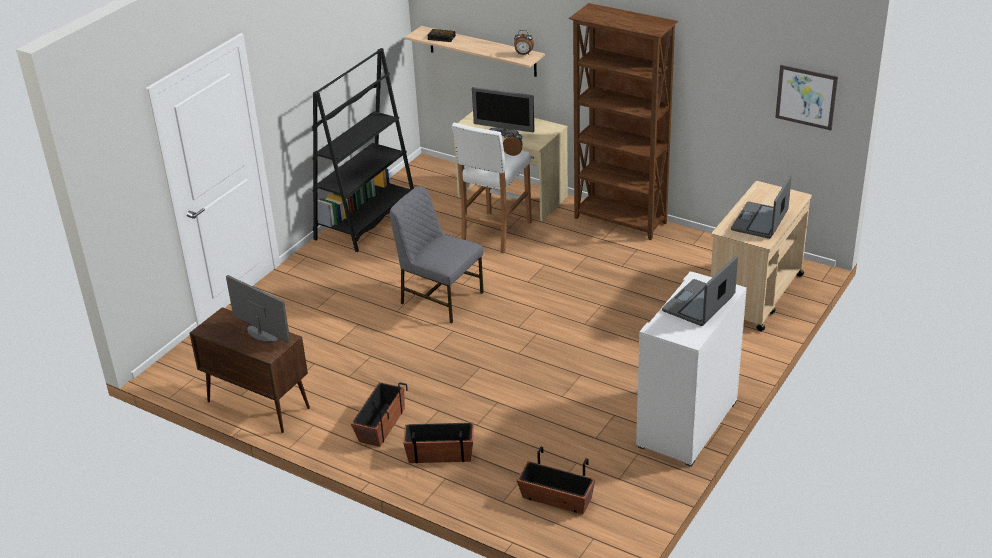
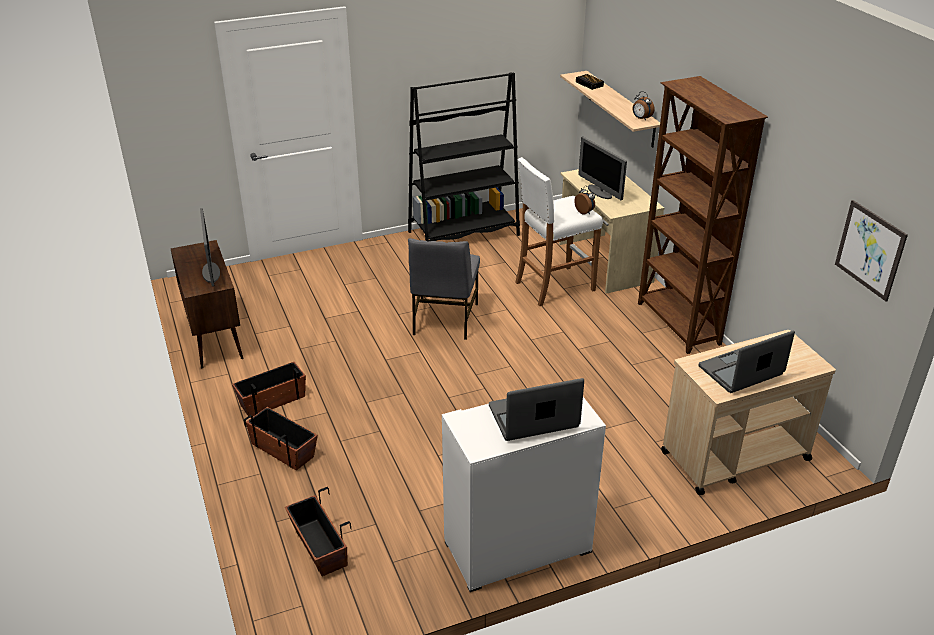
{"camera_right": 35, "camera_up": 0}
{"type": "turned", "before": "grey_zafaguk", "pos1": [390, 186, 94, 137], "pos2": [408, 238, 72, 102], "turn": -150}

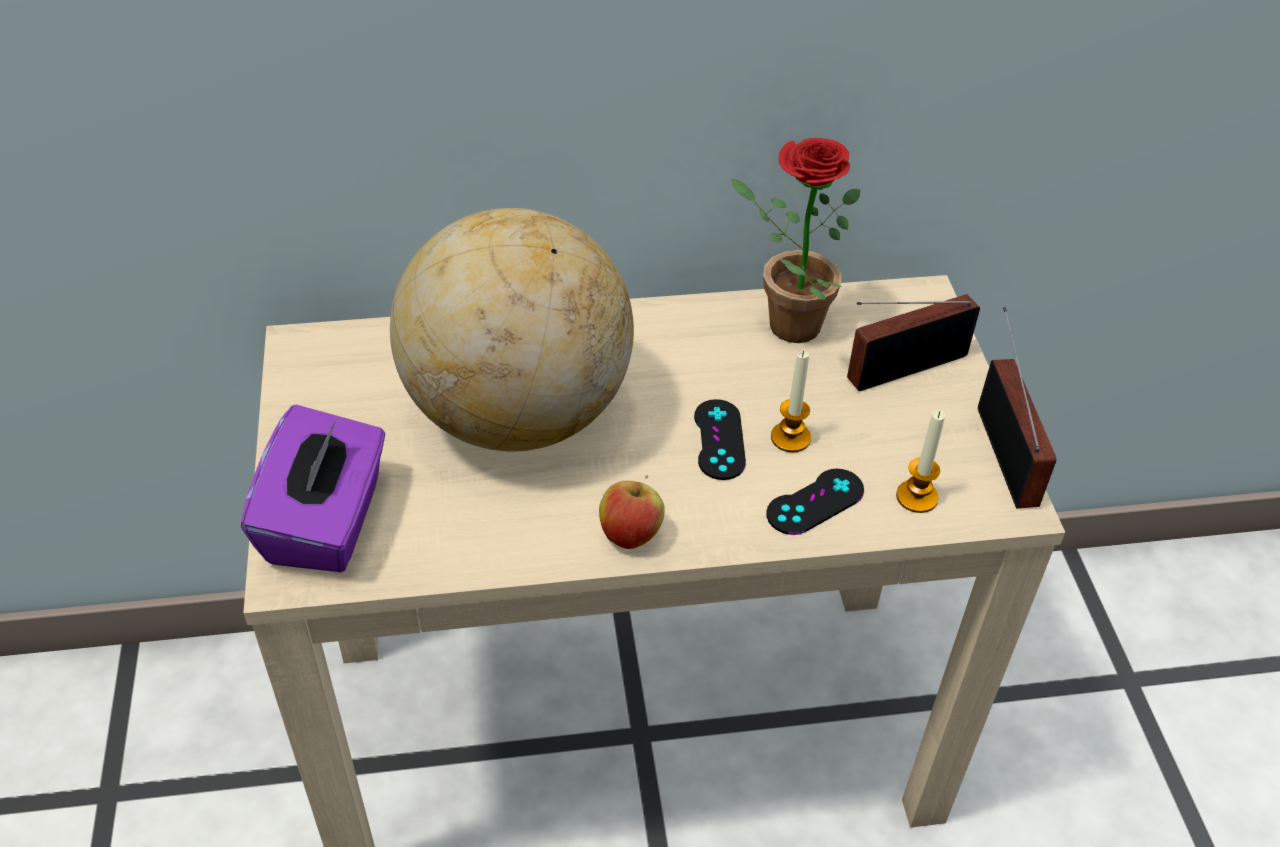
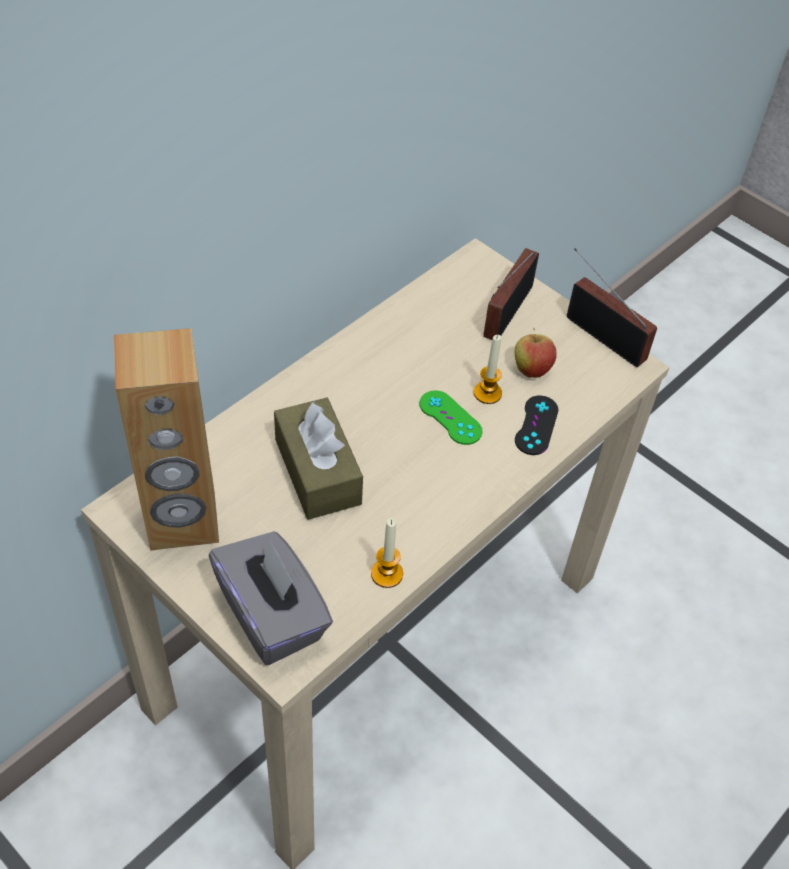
{"camera_right": -40, "camera_up": 5}
{"type": "removed", "before": "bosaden", "pos1": [731, 138, 130, 205]}
{"type": "added", "after": "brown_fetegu", "pos2": [114, 328, 105, 223]}
{"type": "moved", "before": "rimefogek", "pos1": [599, 475, 66, 74], "pos2": [514, 328, 43, 50]}
{"type": "moved", "before": "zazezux", "pos1": [896, 410, 49, 103], "pos2": [371, 518, 32, 70]}
{"type": "replaced", "before": "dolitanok", "after": "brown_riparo", "pos1": [390, 208, 244, 244], "pos2": [274, 398, 89, 122]}
{"type": "recoloured", "before": "purple_riparo", "after": "grey_riparo", "pos1": [241, 405, 144, 167], "pos2": [209, 531, 124, 134]}
{"type": "recoloured", "before": "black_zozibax", "after": "green_zozibax", "pos1": [694, 399, 52, 81], "pos2": [420, 390, 62, 55]}

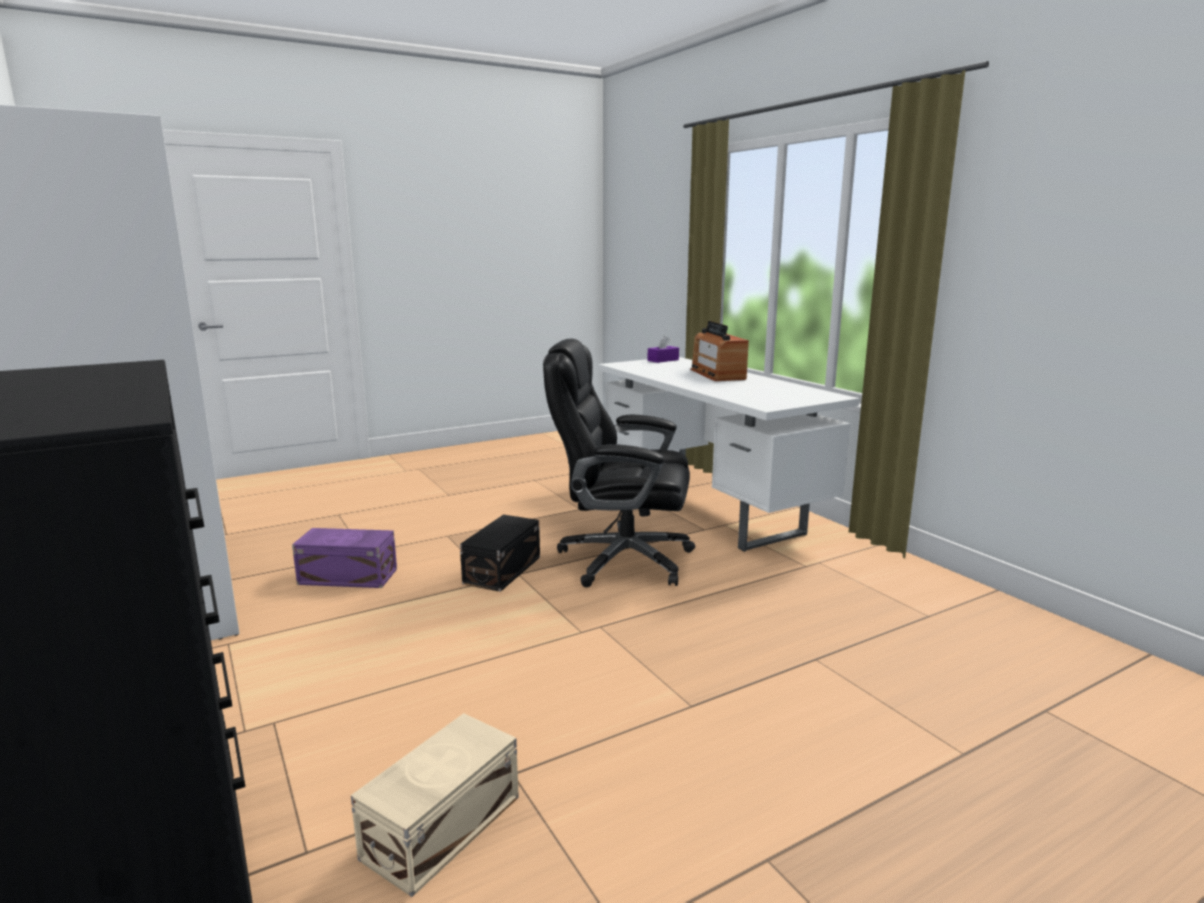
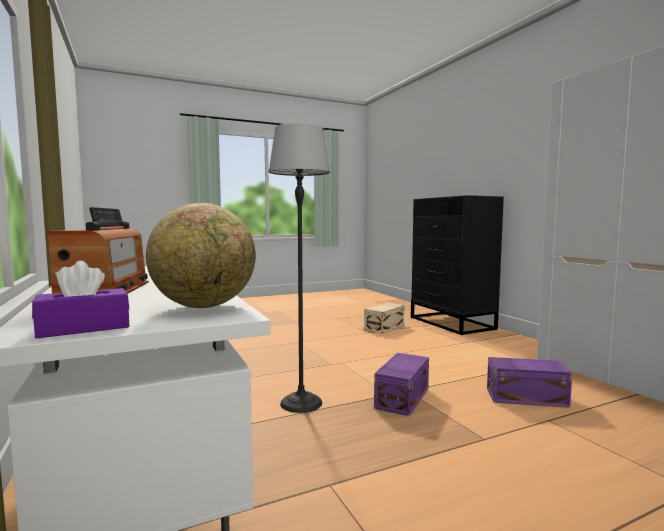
{"camera_right": -175, "camera_up": -10}
{"type": "added", "after": "dolitanok", "pos2": [146, 203, 110, 105]}
{"type": "replaced", "before": "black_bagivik", "after": "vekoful", "pos1": [543, 339, 152, 248], "pos2": [268, 123, 62, 290]}
{"type": "recoloured", "before": "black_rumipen", "after": "purple_rumipen", "pos1": [460, 515, 80, 77], "pos2": [374, 353, 55, 63]}

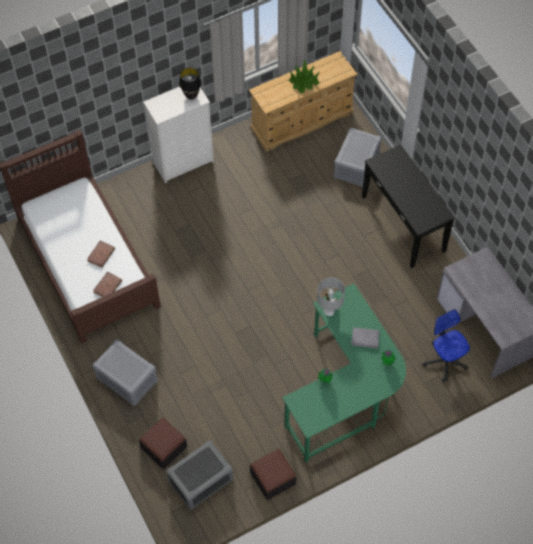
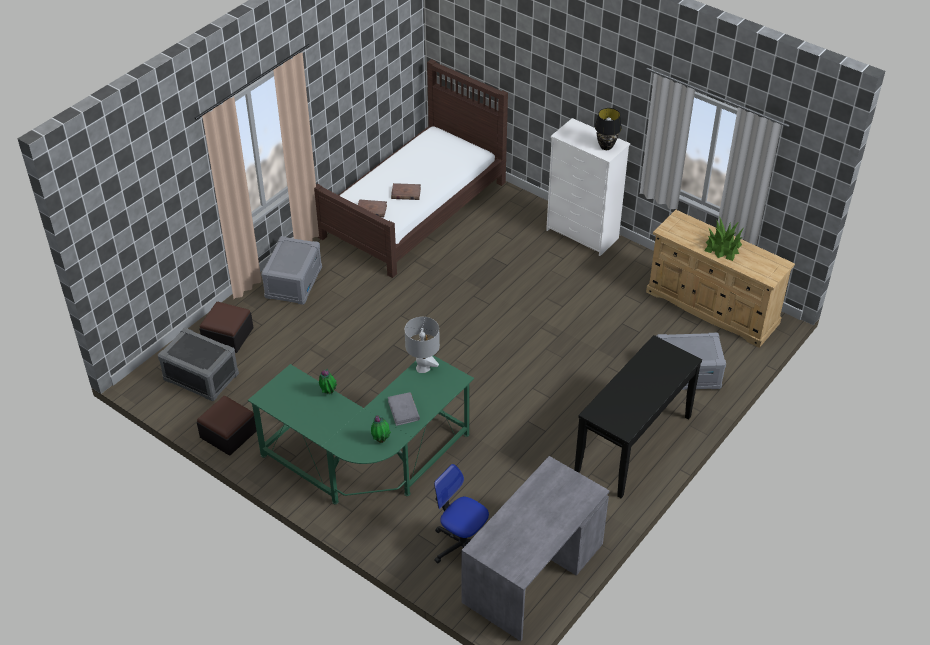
{"camera_right": 65, "camera_up": -15}
{"type": "turned", "before": "bagivik", "pos1": [422, 309, 48, 72], "pos2": [434, 464, 55, 99], "turn": -90}

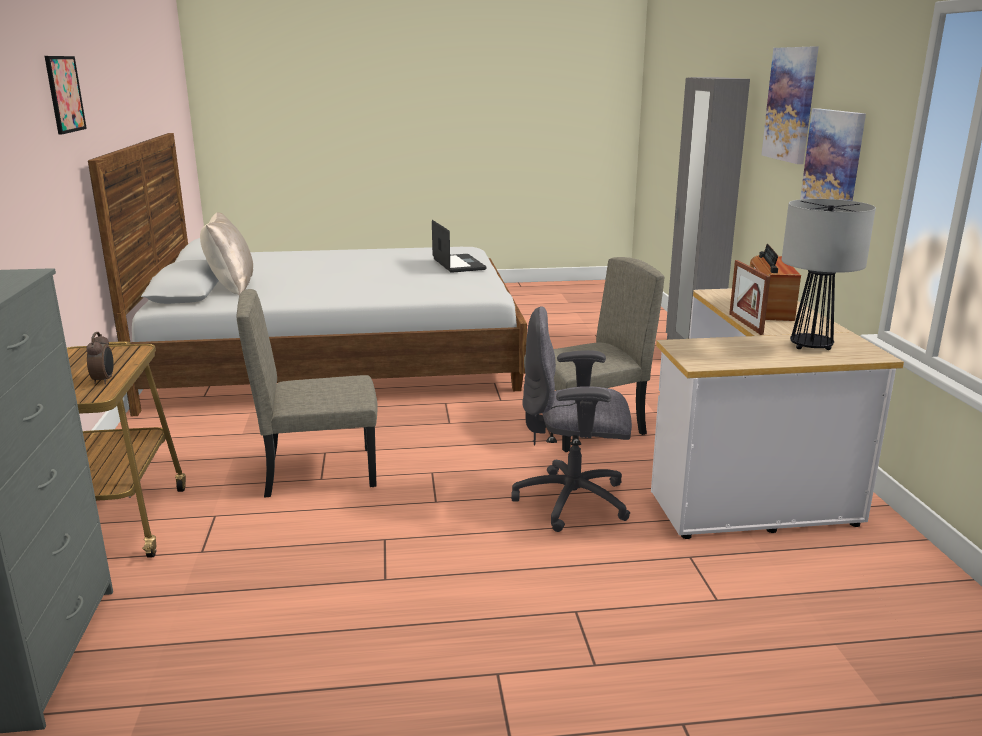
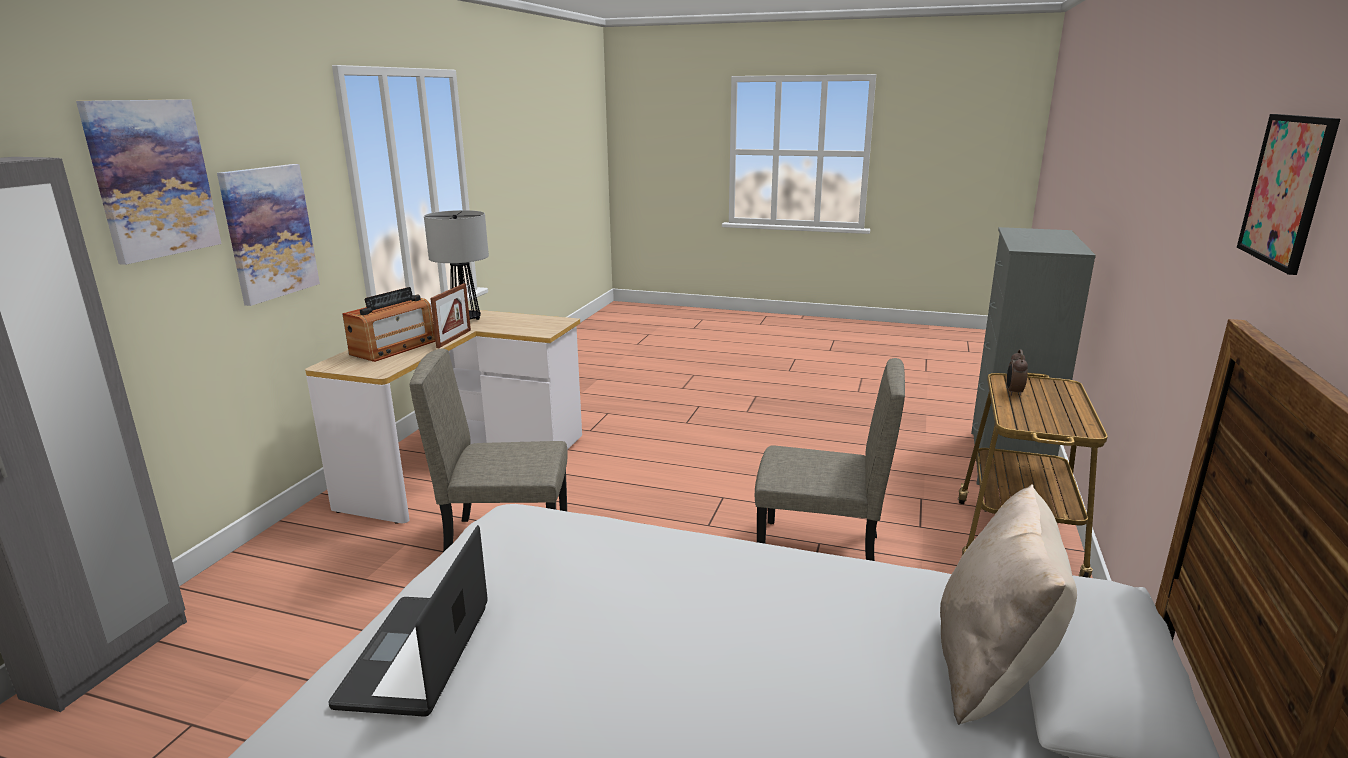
{"camera_right": -155, "camera_up": 0}
{"type": "removed", "before": "grey_bagivik", "pos1": [511, 306, 121, 226]}

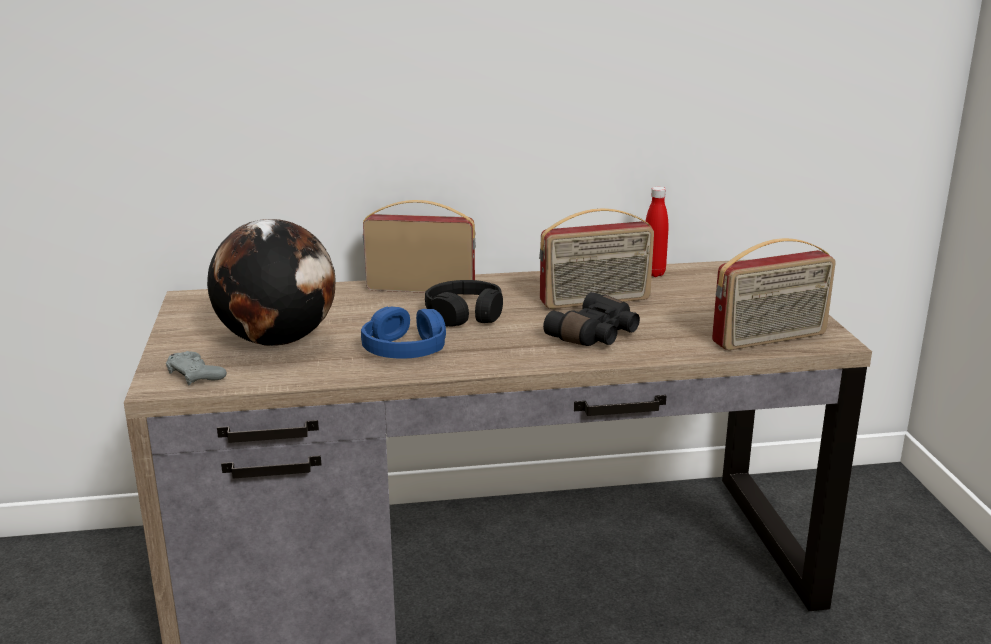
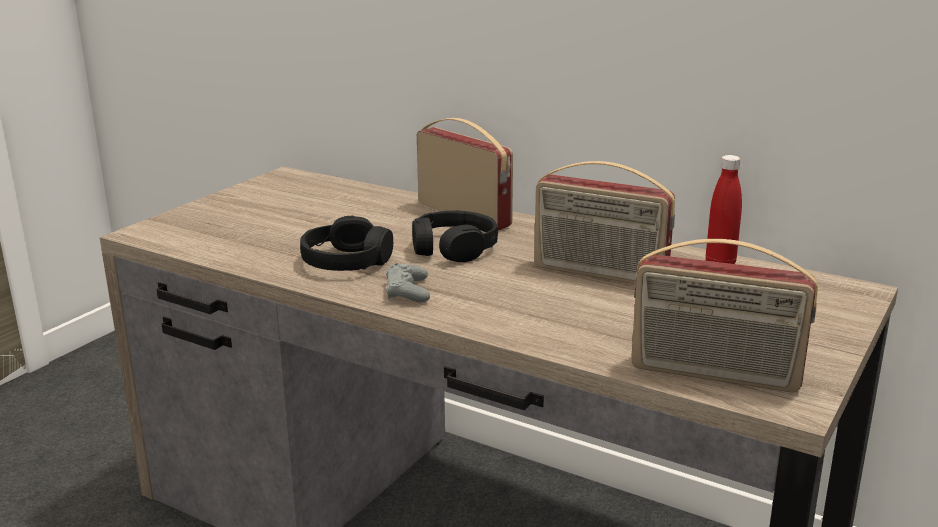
{"camera_right": 40, "camera_up": 0}
{"type": "removed", "before": "dolitanok", "pos1": [207, 219, 129, 127]}
{"type": "removed", "before": "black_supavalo", "pos1": [543, 292, 97, 54]}
{"type": "moved", "before": "grey_zozibax", "pos1": [166, 351, 61, 34], "pos2": [386, 263, 44, 40]}
{"type": "recoloured", "before": "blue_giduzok", "after": "black_giduzok", "pos1": [361, 307, 85, 52], "pos2": [300, 216, 93, 55]}

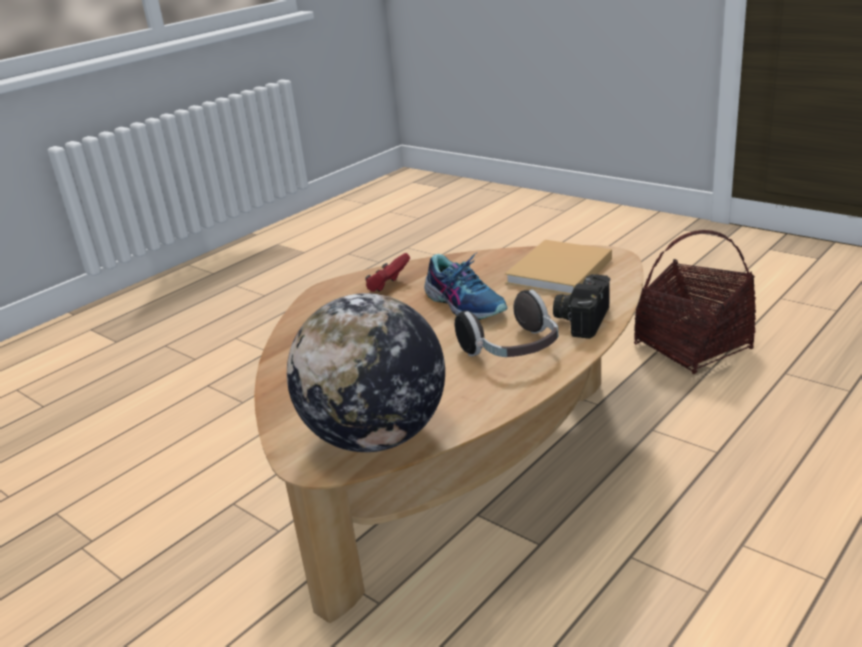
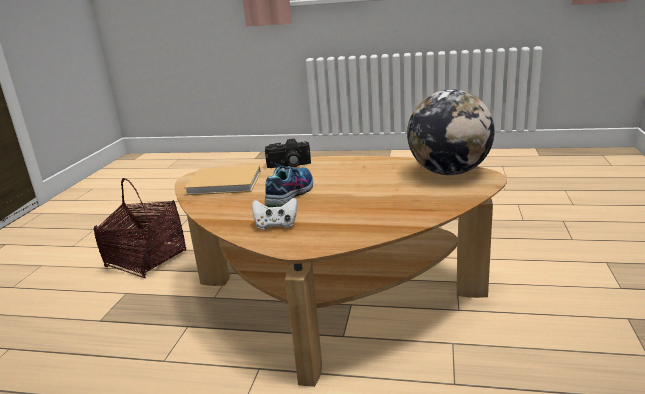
{"camera_right": -120, "camera_up": -5}
{"type": "removed", "before": "giduzok", "pos1": [455, 290, 103, 67]}
{"type": "recoloured", "before": "red_zozibax", "after": "white_zozibax", "pos1": [365, 253, 45, 39], "pos2": [252, 198, 46, 31]}

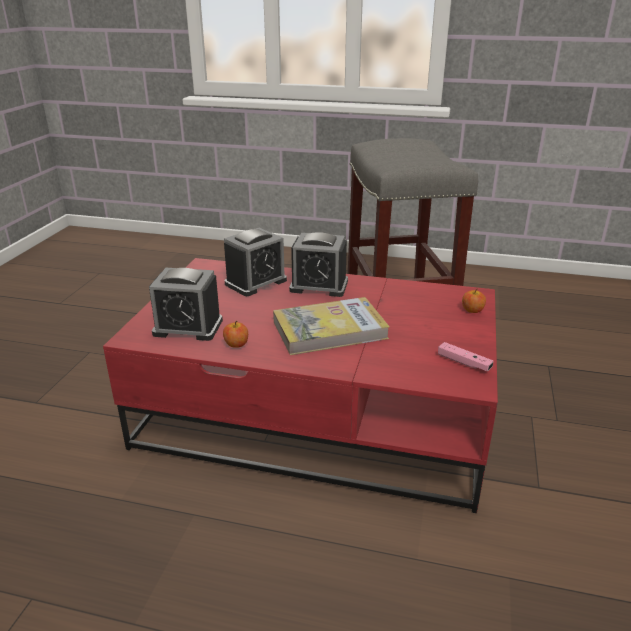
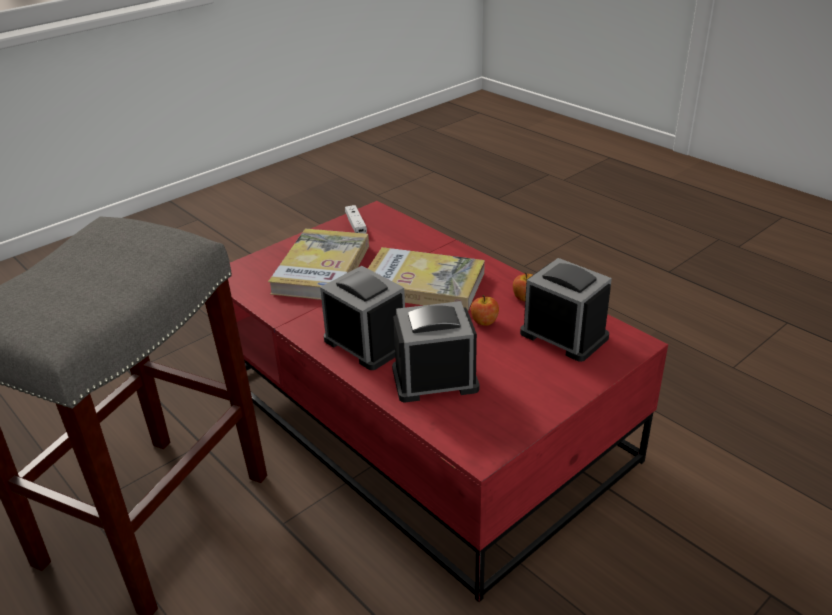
{"camera_right": -145, "camera_up": 5}
{"type": "added", "after": "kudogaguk", "pos2": [268, 229, 101, 71]}
{"type": "moved", "before": "rimefogek", "pos1": [462, 288, 24, 25], "pos2": [471, 295, 28, 31]}
{"type": "recoloured", "before": "pink_zozibax", "after": "white_zozibax", "pos1": [438, 342, 55, 29], "pos2": [345, 205, 22, 29]}

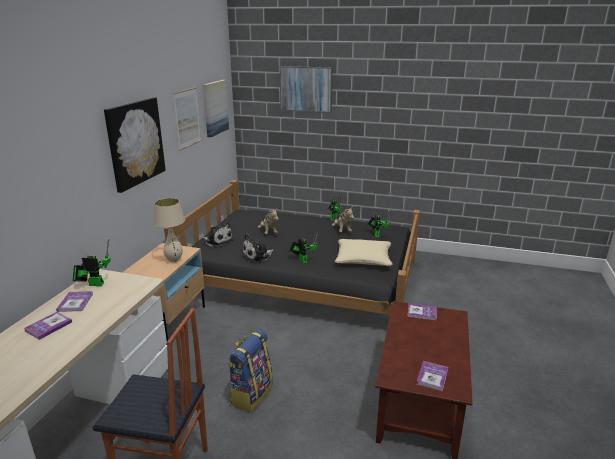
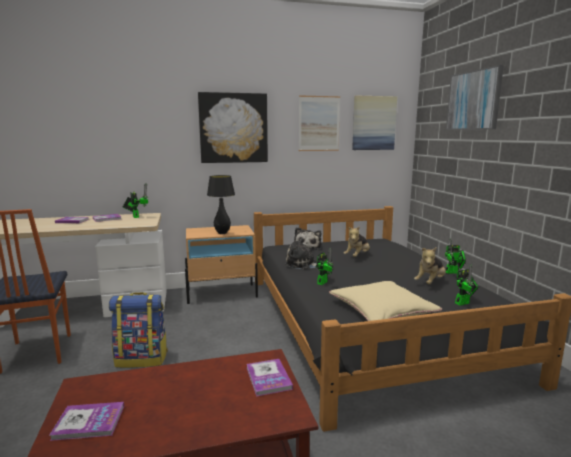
{"camera_right": 60, "camera_up": -10}
{"type": "recoloured", "before": "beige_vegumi", "after": "black_vegumi", "pos1": [153, 198, 32, 64], "pos2": [207, 175, 28, 59]}

